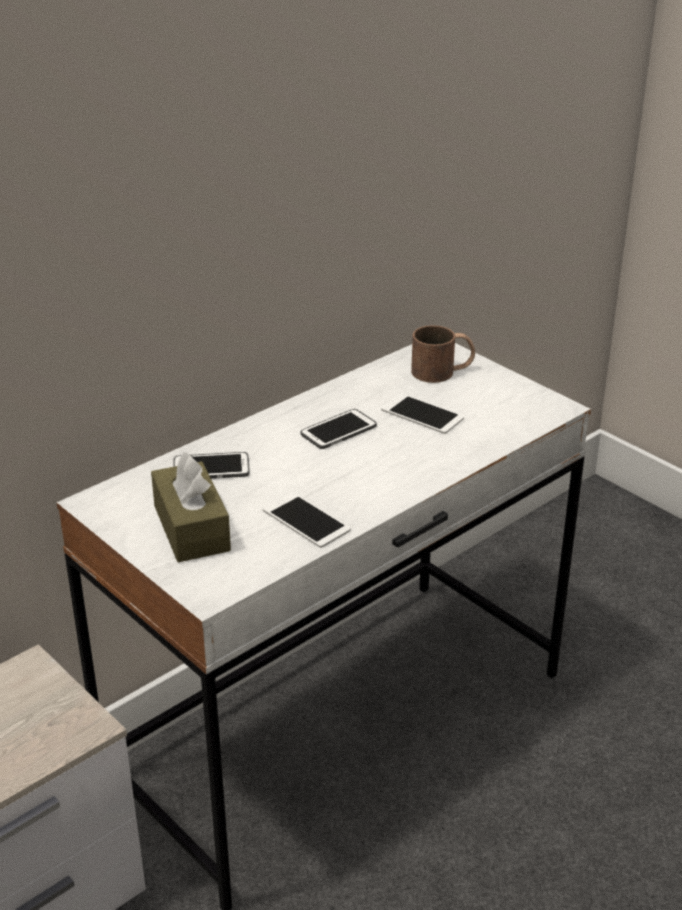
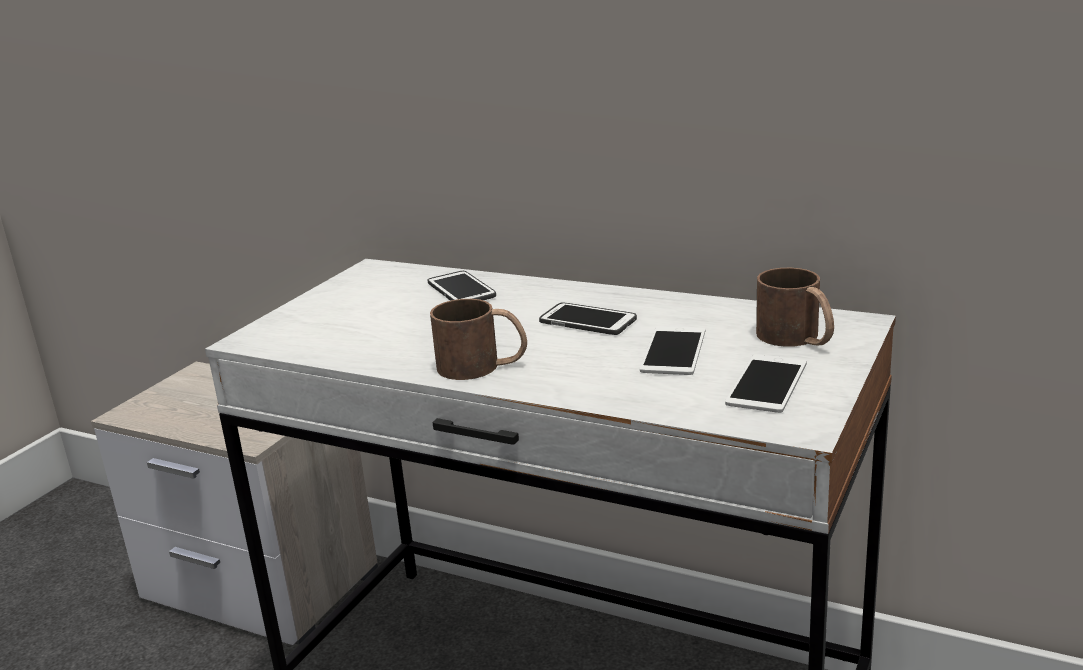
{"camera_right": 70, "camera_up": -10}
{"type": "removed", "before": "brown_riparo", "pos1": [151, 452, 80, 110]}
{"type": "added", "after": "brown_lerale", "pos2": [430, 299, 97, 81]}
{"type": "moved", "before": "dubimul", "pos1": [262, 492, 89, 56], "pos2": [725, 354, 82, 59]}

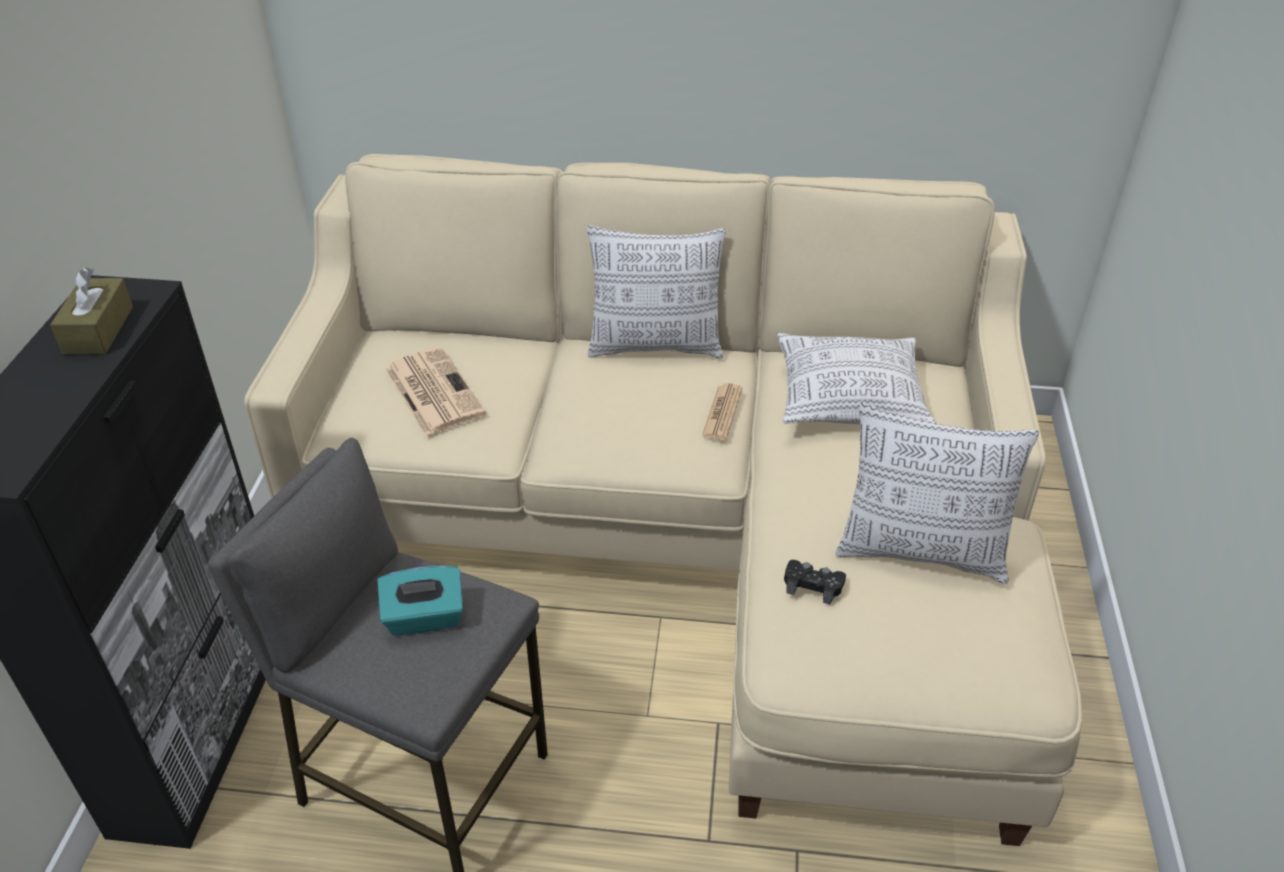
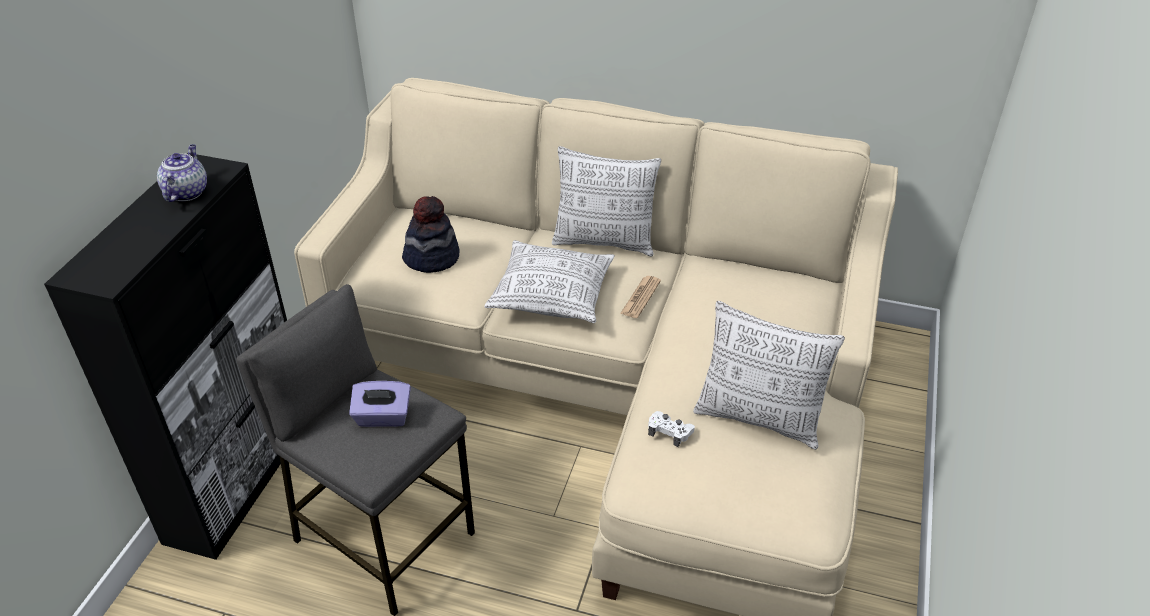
{"camera_right": 10, "camera_up": 0}
{"type": "moved", "before": "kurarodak", "pos1": [777, 333, 159, 91], "pos2": [484, 240, 131, 83]}
{"type": "replaced", "before": "brown_riparo", "after": "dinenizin", "pos1": [50, 267, 83, 87], "pos2": [157, 144, 50, 58]}
{"type": "replaced", "before": "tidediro", "after": "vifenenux", "pos1": [385, 347, 101, 89], "pos2": [402, 196, 58, 77]}
{"type": "recoloured", "before": "turquoise_riparo", "after": "purple_riparo", "pos1": [378, 566, 85, 70], "pos2": [349, 381, 62, 46]}
{"type": "recoloured", "before": "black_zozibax", "after": "white_zozibax", "pos1": [784, 560, 62, 45], "pos2": [648, 411, 47, 36]}

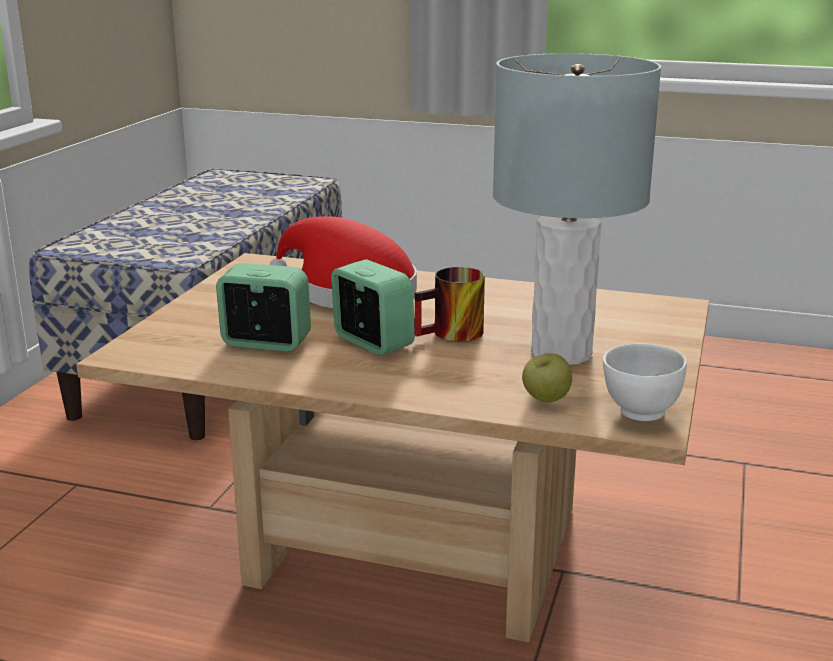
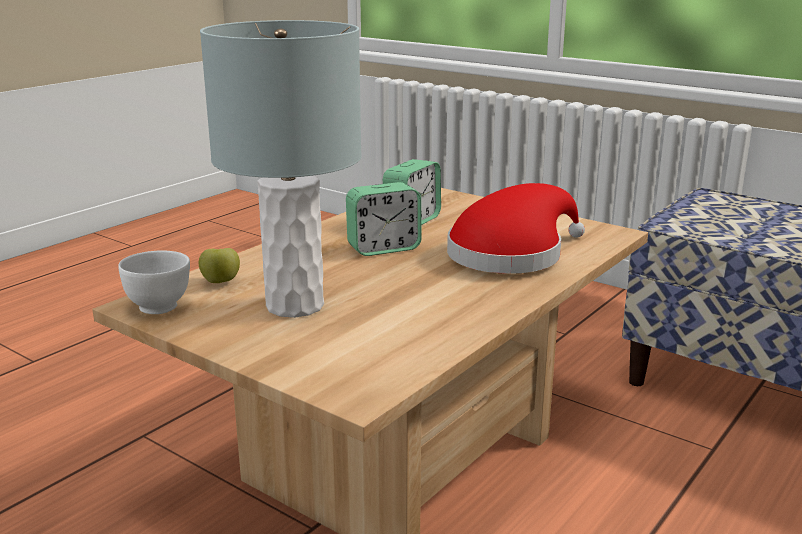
{"camera_right": 110, "camera_up": 0}
{"type": "removed", "before": "lerale", "pos1": [414, 267, 71, 74]}

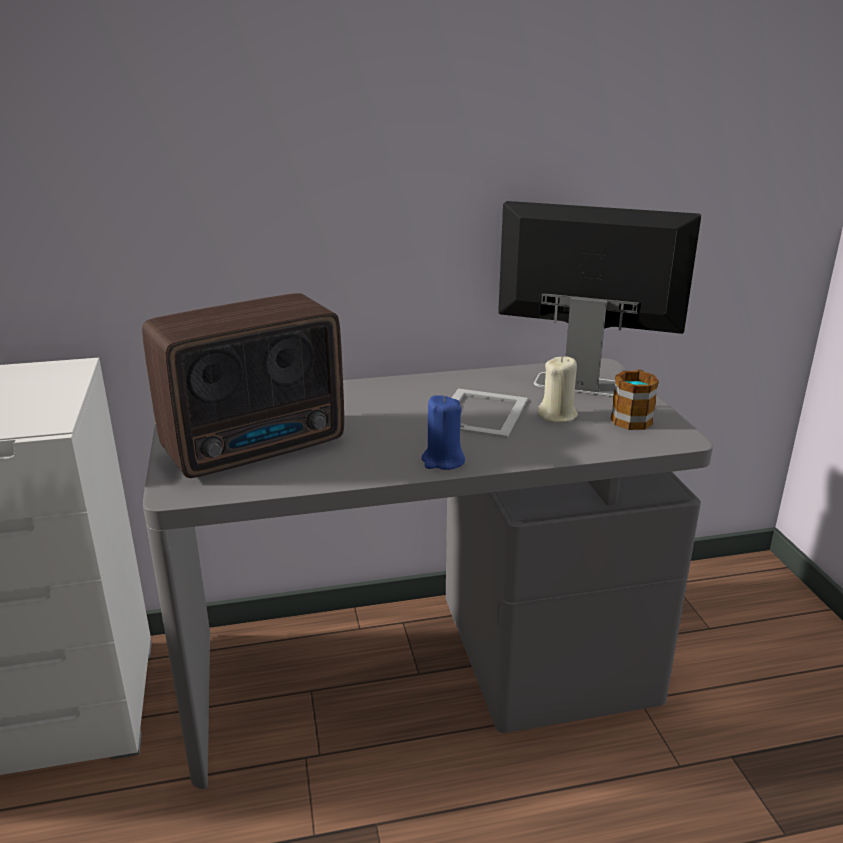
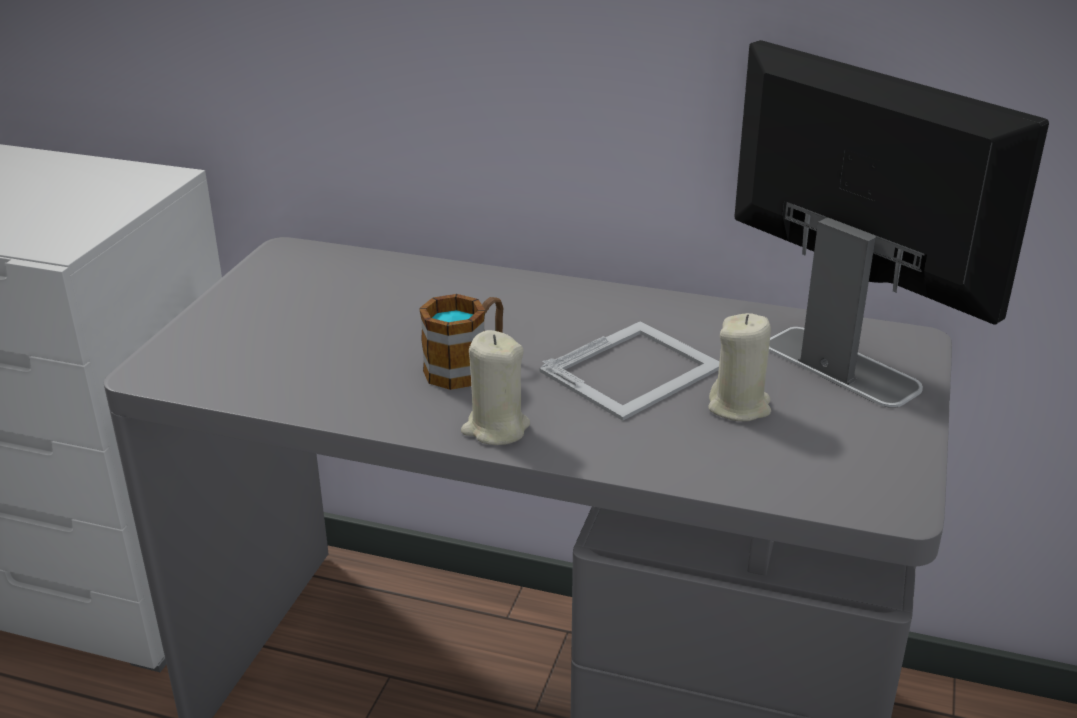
{"camera_right": 30, "camera_up": 5}
{"type": "removed", "before": "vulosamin", "pos1": [142, 293, 202, 185]}
{"type": "moved", "before": "lerale", "pos1": [611, 369, 48, 61], "pos2": [419, 294, 84, 96]}
{"type": "recoloured", "before": "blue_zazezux", "after": "beige_zazezux", "pos1": [421, 395, 44, 75], "pos2": [461, 330, 69, 115]}

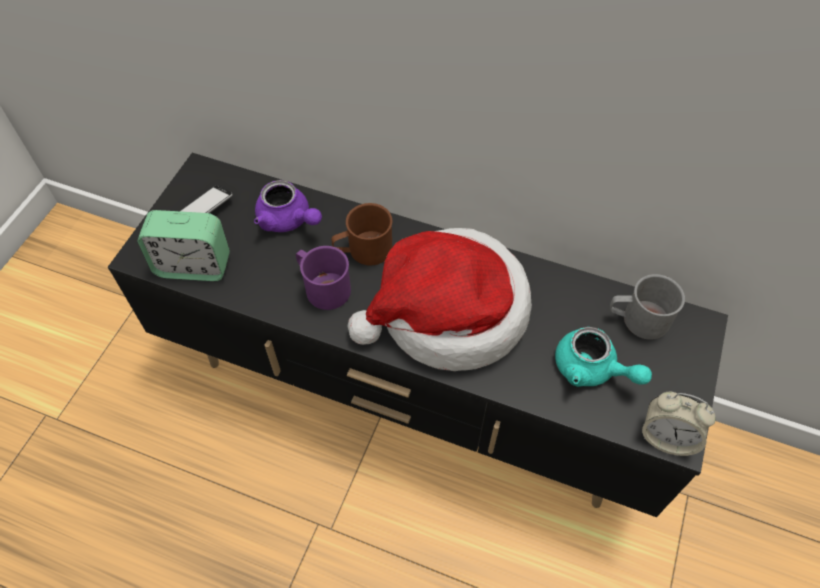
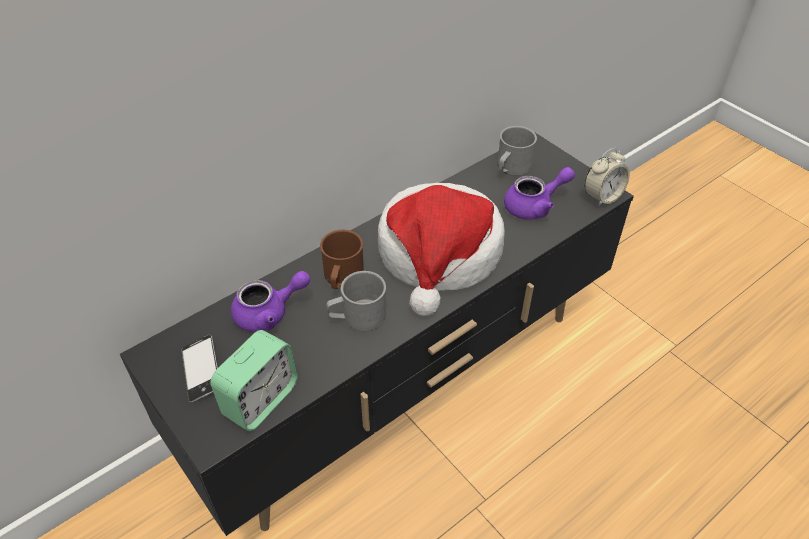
{"camera_right": -60, "camera_up": -10}
{"type": "recoloured", "before": "purple_lerale", "after": "grey_lerale", "pos1": [296, 246, 55, 64], "pos2": [326, 271, 60, 61]}
{"type": "recoloured", "before": "turquoise_dinenizin", "after": "purple_dinenizin", "pos1": [555, 327, 97, 60], "pos2": [504, 167, 71, 53]}

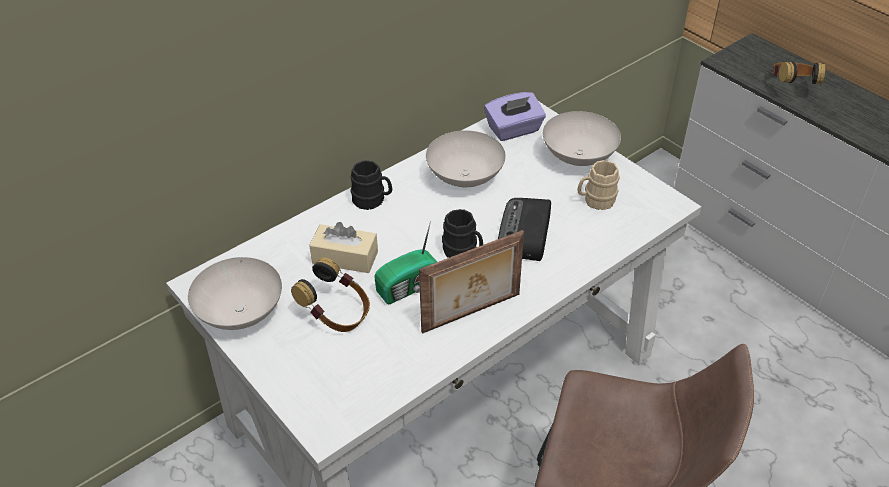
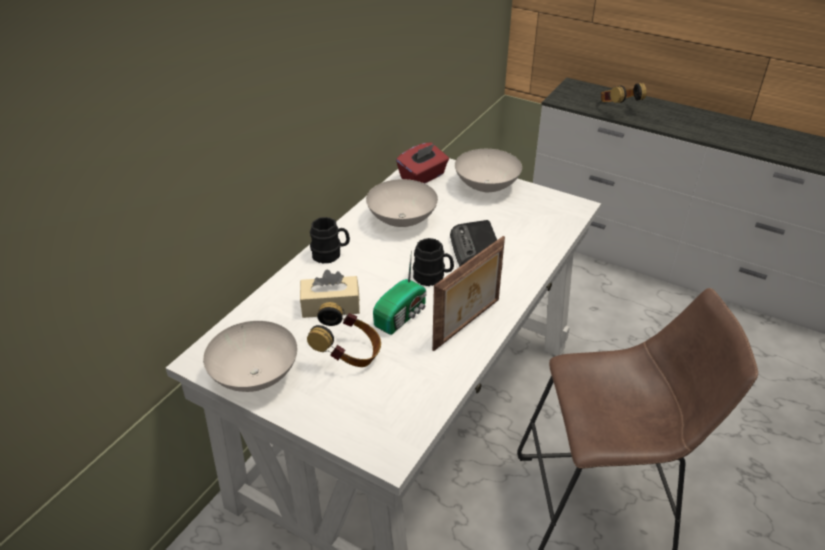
{"camera_right": -20, "camera_up": -5}
{"type": "removed", "before": "beige_lerale", "pos1": [577, 160, 43, 50]}
{"type": "recoloured", "before": "purple_riparo", "after": "red_riparo", "pos1": [484, 92, 62, 49], "pos2": [396, 142, 53, 41]}

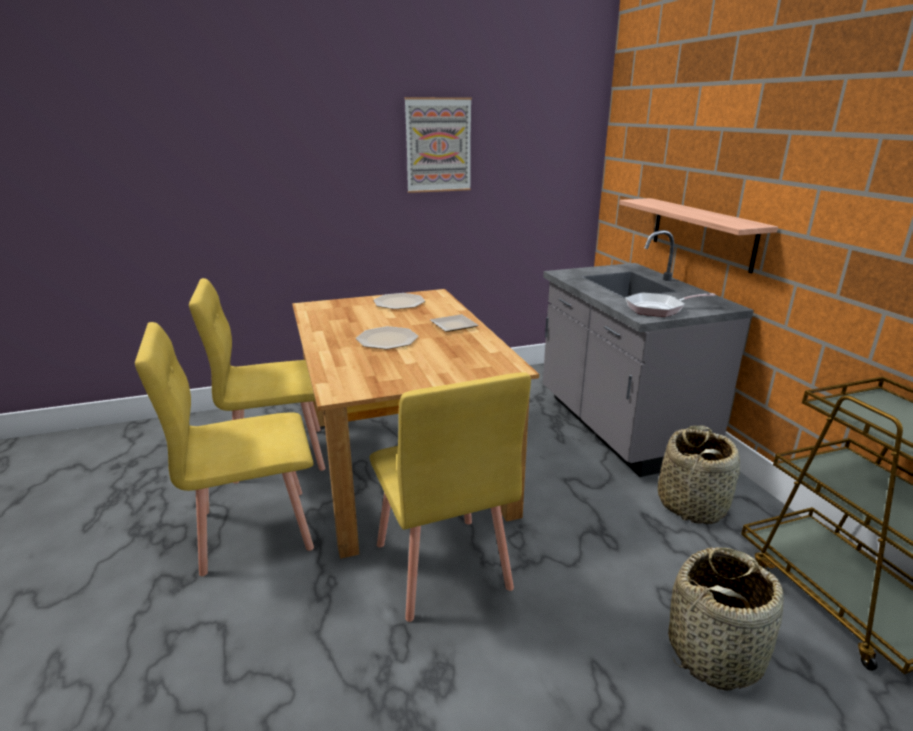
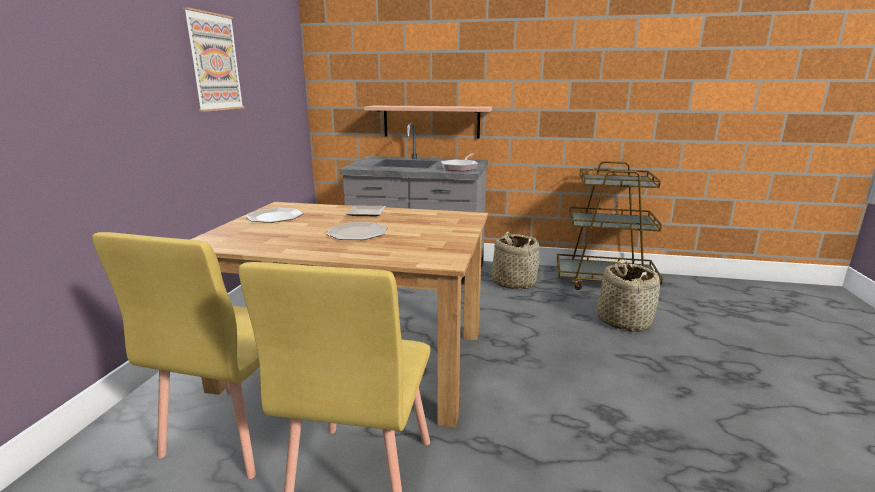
{"camera_right": -60, "camera_up": -5}
{"type": "removed", "before": "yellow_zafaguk", "pos1": [370, 372, 161, 250]}

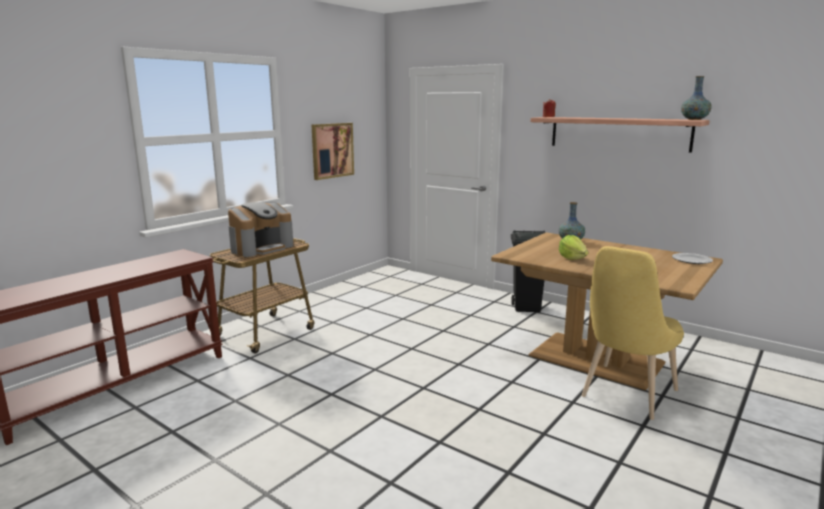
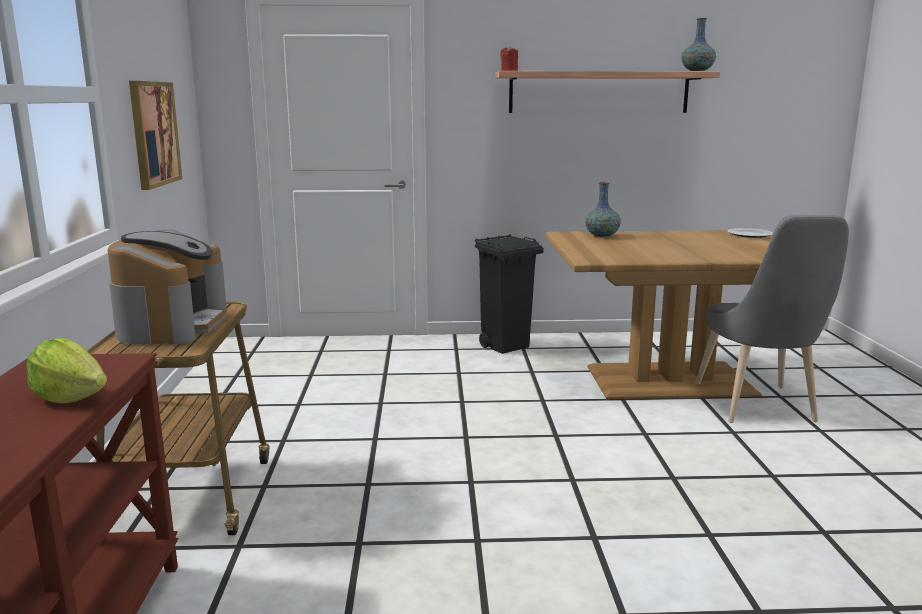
{"camera_right": -40, "camera_up": 0}
{"type": "moved", "before": "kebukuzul", "pos1": [559, 235, 29, 25], "pos2": [26, 338, 81, 65]}
{"type": "recoloured", "before": "yellow_zafaguk", "after": "grey_zafaguk", "pos1": [582, 246, 102, 174], "pos2": [695, 215, 154, 208]}

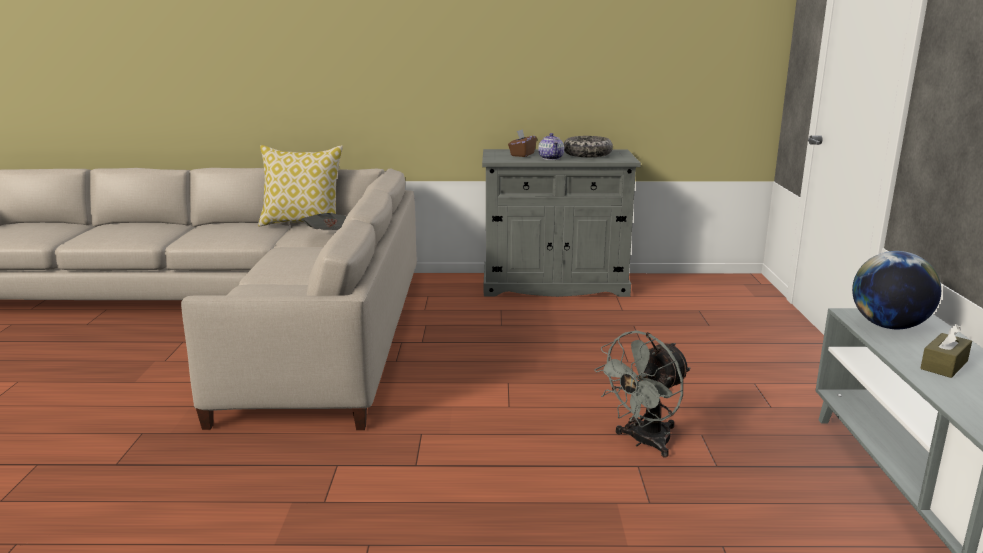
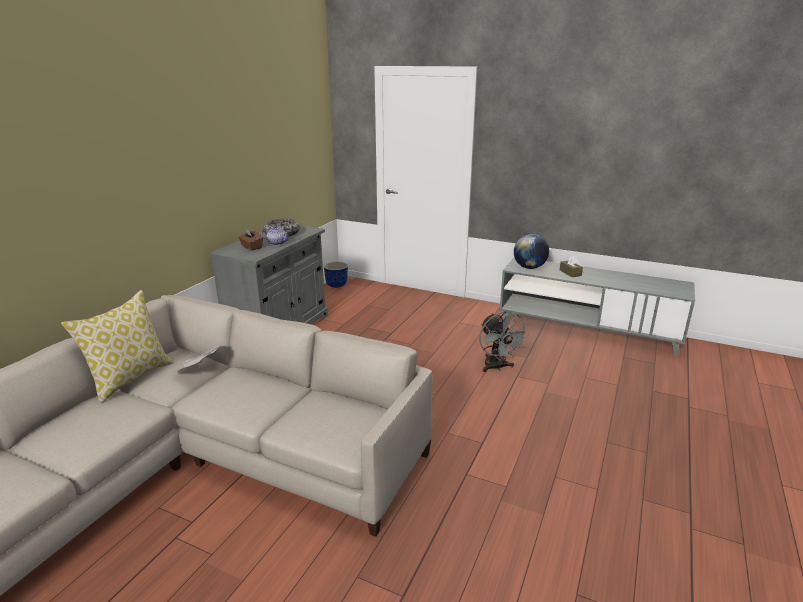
{"camera_right": -65, "camera_up": 5}
{"type": "added", "after": "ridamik", "pos2": [324, 262, 24, 26]}

